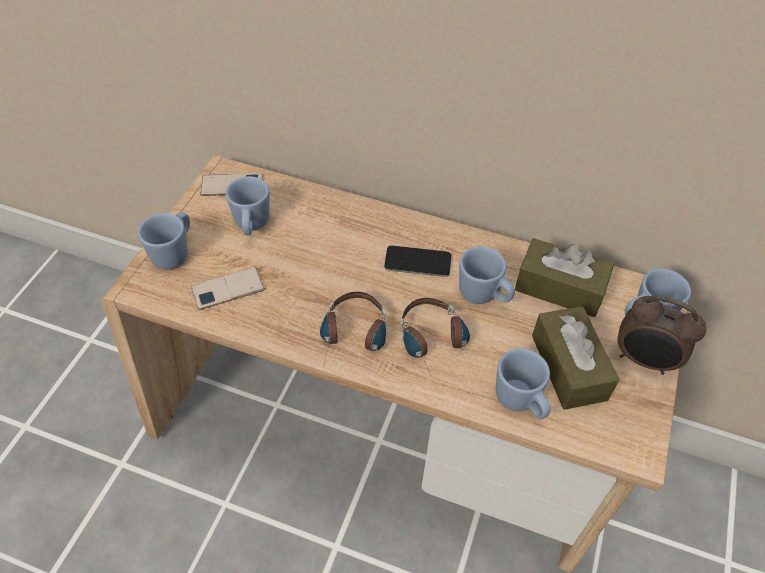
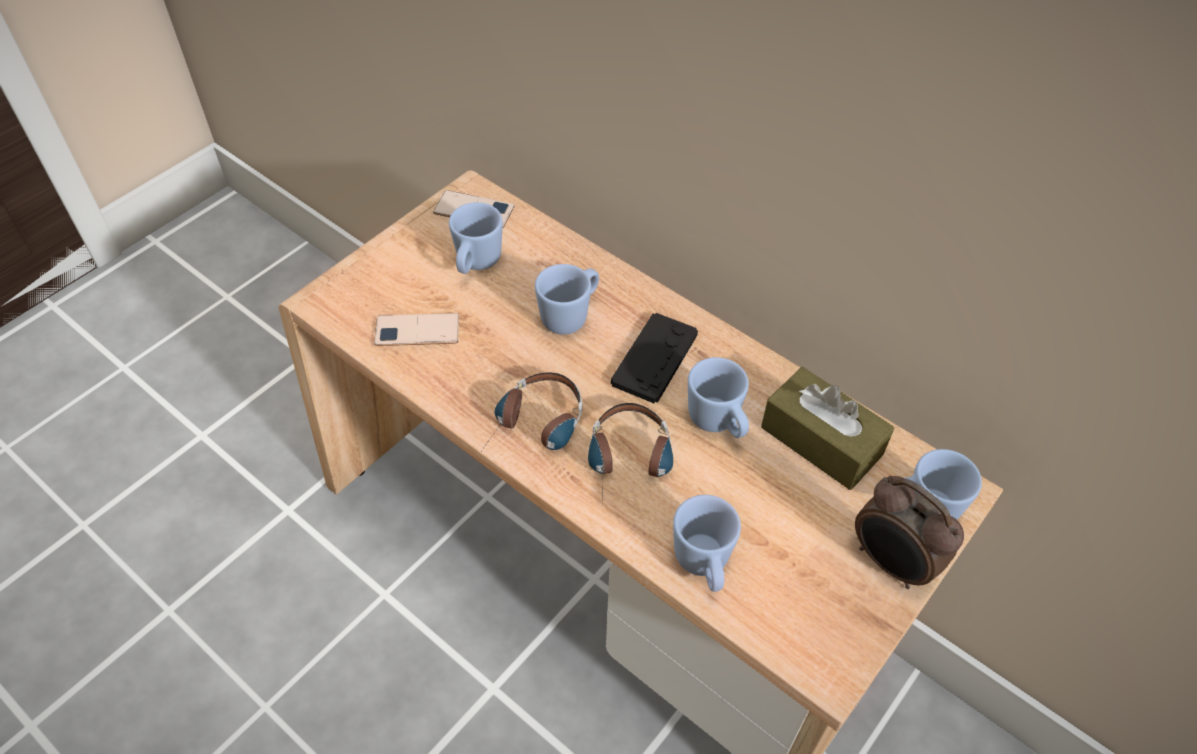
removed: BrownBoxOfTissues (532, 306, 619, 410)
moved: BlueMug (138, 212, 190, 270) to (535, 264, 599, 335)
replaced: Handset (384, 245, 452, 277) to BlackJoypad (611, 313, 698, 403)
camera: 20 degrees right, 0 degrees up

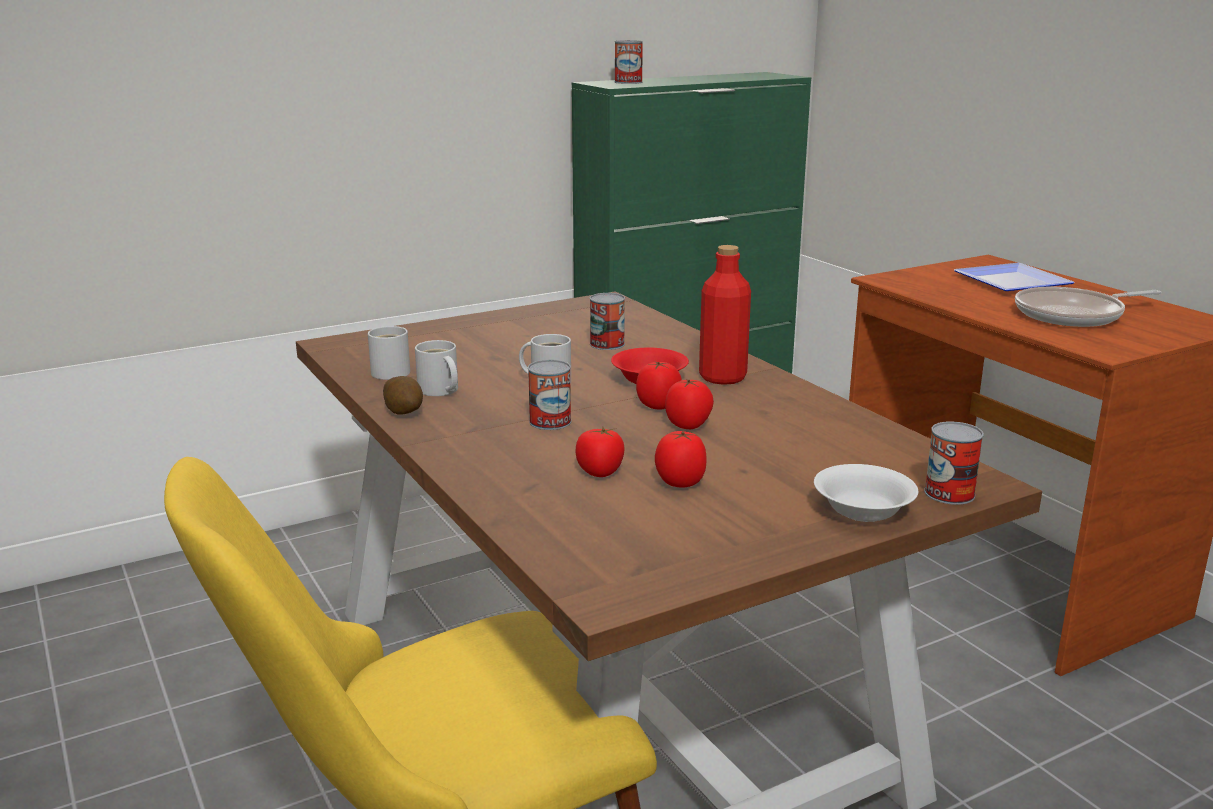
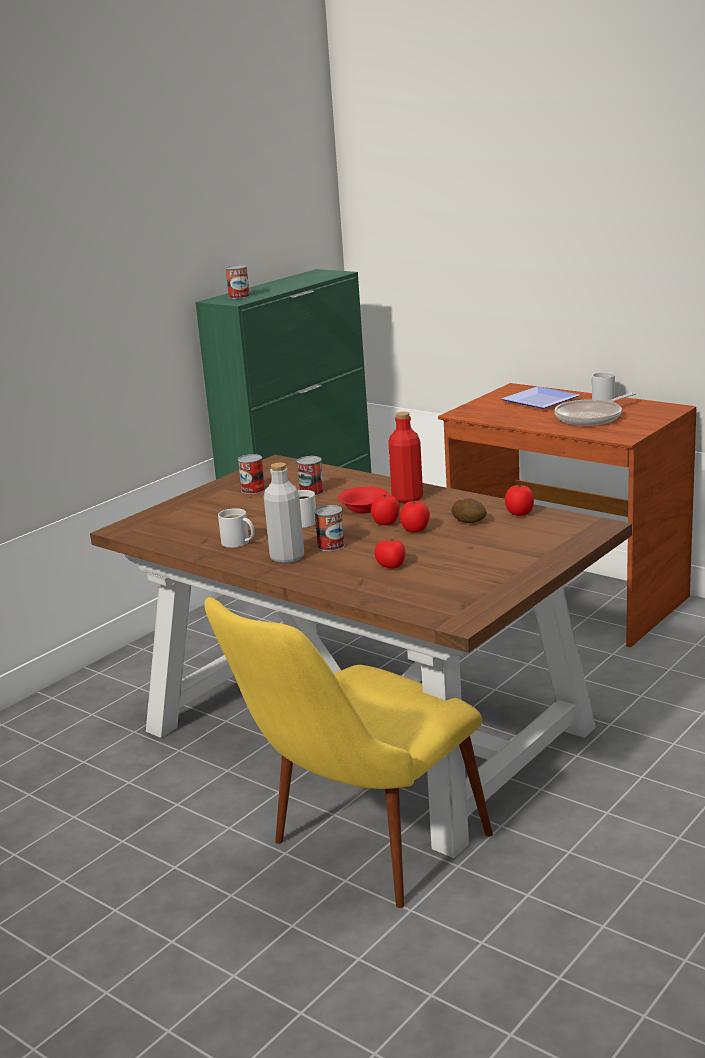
removed: WhitishBowl (814, 464, 918, 522)
added: GreyishBeverageBottle (264, 462, 304, 564)
moved: WhitishMug (368, 326, 410, 380) to (591, 372, 615, 401); Potato (383, 376, 423, 415) to (452, 498, 487, 523); FreshTomato (655, 431, 707, 488) to (505, 485, 534, 516); Can (924, 421, 984, 505) to (238, 454, 265, 494)
camera: 20 degrees left, 0 degrees up

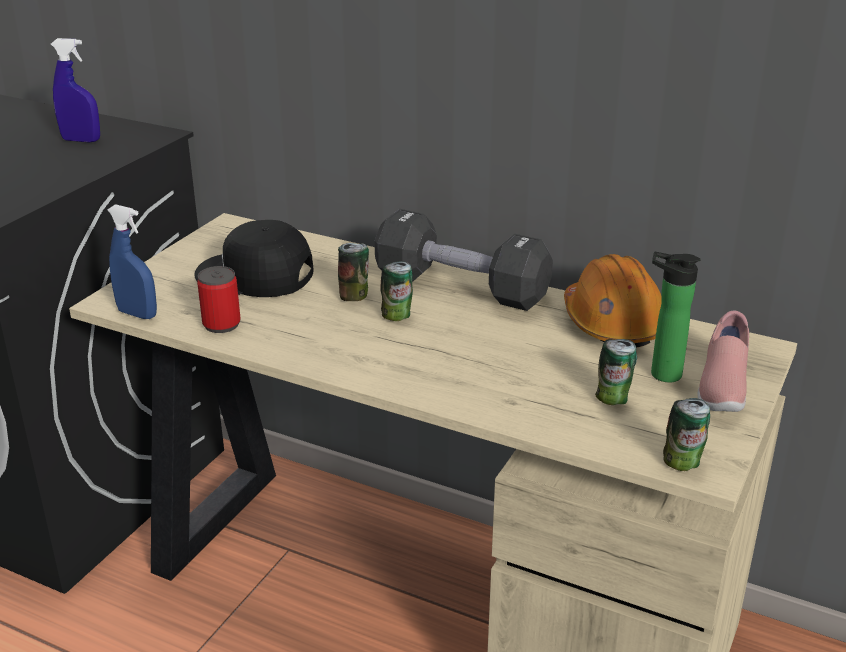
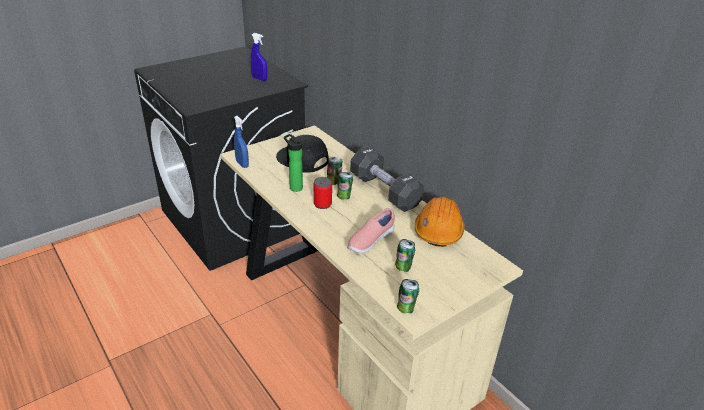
moved: Can (197, 266, 241, 333) to (314, 177, 332, 209); BeverageBottle (651, 252, 700, 382) to (284, 134, 303, 192); PinkColouredItemOfFootwear (698, 311, 749, 412) to (347, 208, 395, 253)
camera: 25 degrees right, 5 degrees up

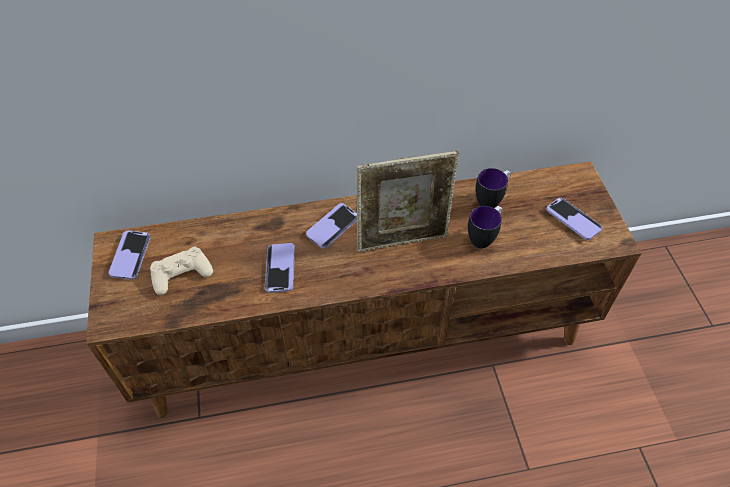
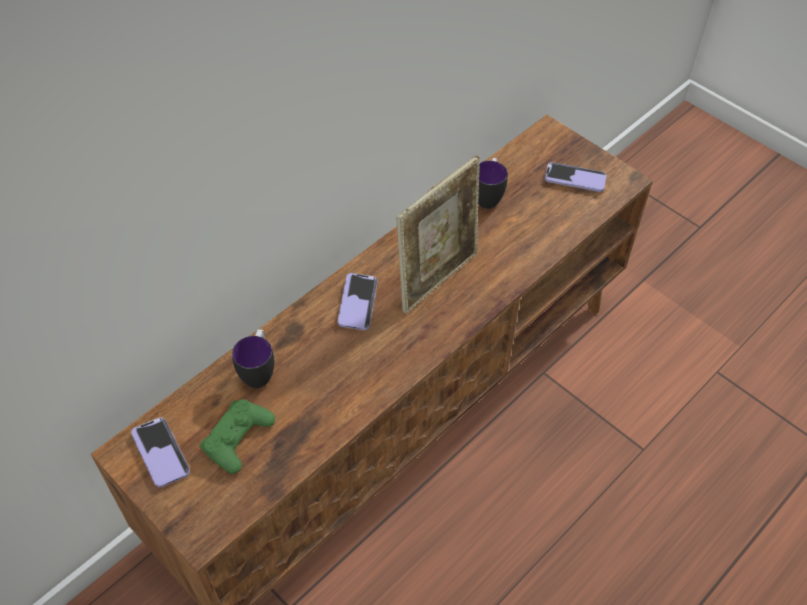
removed: Handset (265, 243, 295, 293)
moved: Mug (468, 206, 502, 248) to (232, 329, 274, 388)
recoloured: BeigeColouredJoypad (150, 246, 213, 295) to GreenishJoypad (199, 399, 275, 474)
camera: 35 degrees left, 0 degrees up

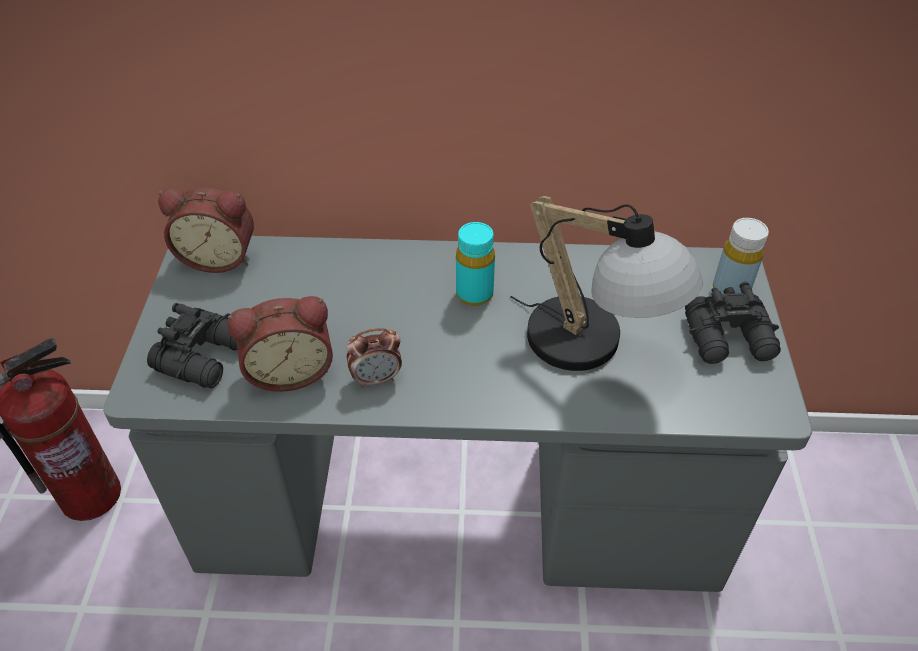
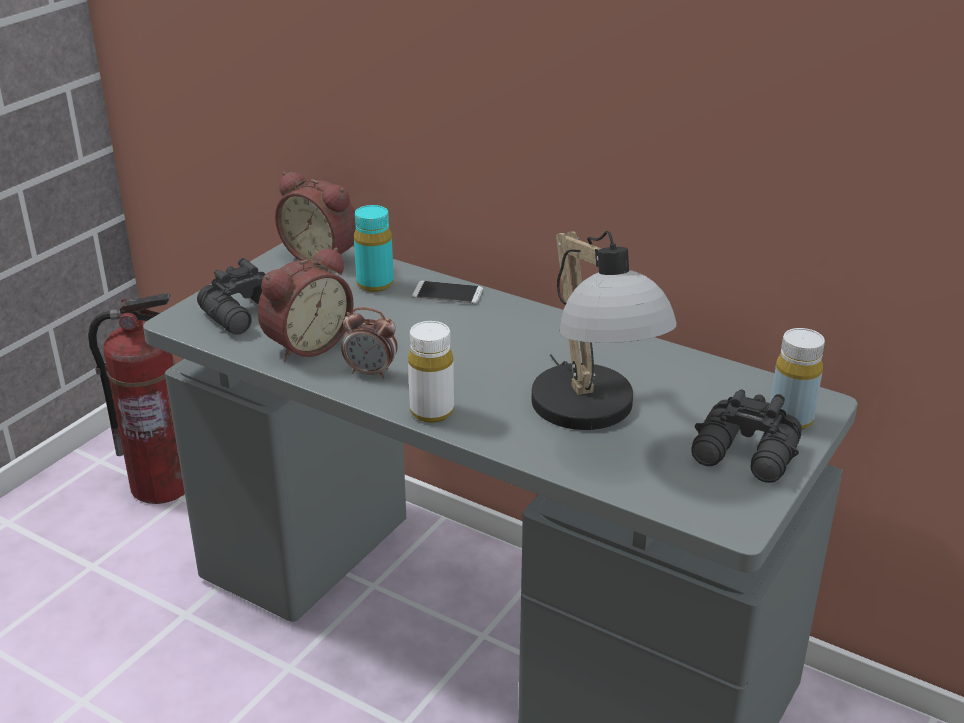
added: WhitishBeverageBottle (408, 321, 454, 423); Handset (412, 281, 483, 304)
moved: TurquoiseColouredBeverageBottle (456, 222, 495, 306) to (354, 205, 394, 292)
turned: AlarmClock (227, 296, 333, 392) = (258, 248, 354, 362) 60 degrees counterclockwise
camera: 30 degrees right, 15 degrees down

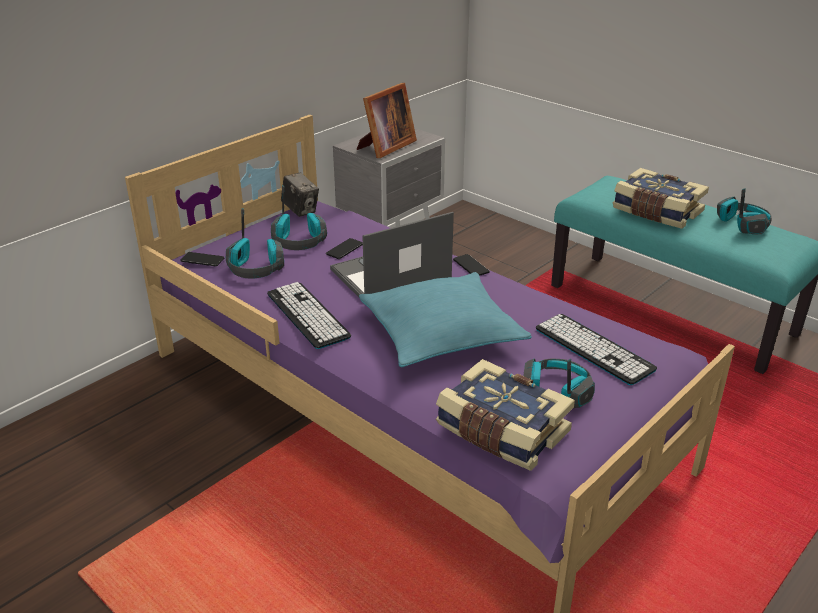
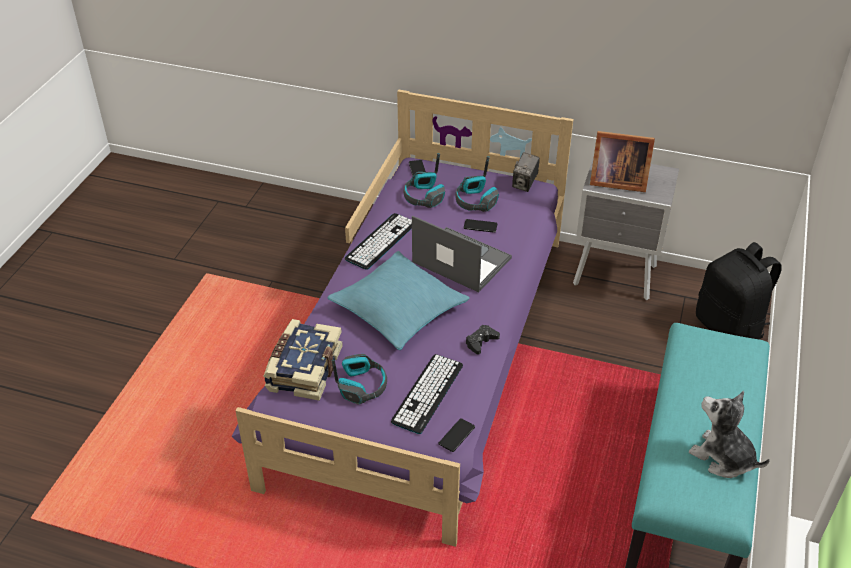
removed: Volume (613, 168, 709, 229)
added: BlackJoypad (466, 325, 500, 354); BlackBackpack (696, 242, 782, 340)
moved: Handset (453, 254, 490, 276) to (439, 418, 475, 452)
replaced: Headset (717, 188, 772, 235) to PlushToy (689, 391, 770, 478)
camera: 65 degrees right, 10 degrees up

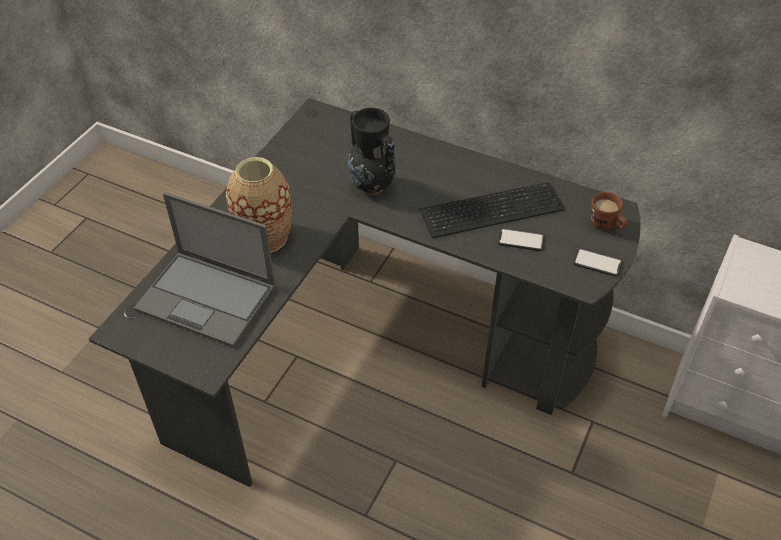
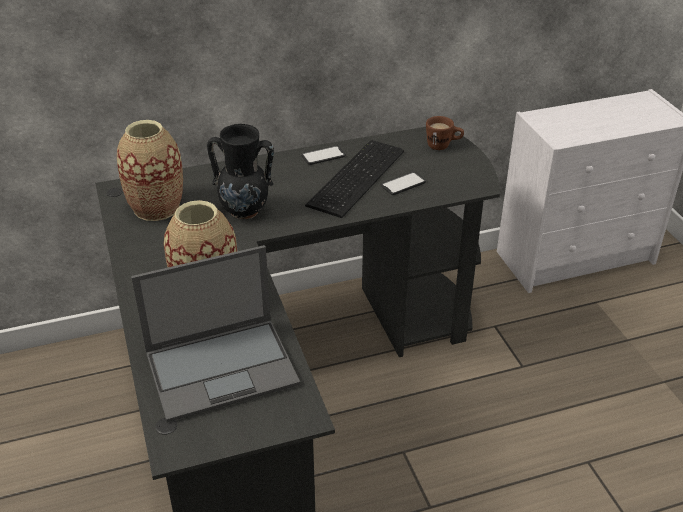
added: DecorativeVase (117, 120, 183, 221)
moved: Handset (573, 248, 623, 276) to (301, 146, 346, 165)
camera: 45 degrees left, 10 degrees down

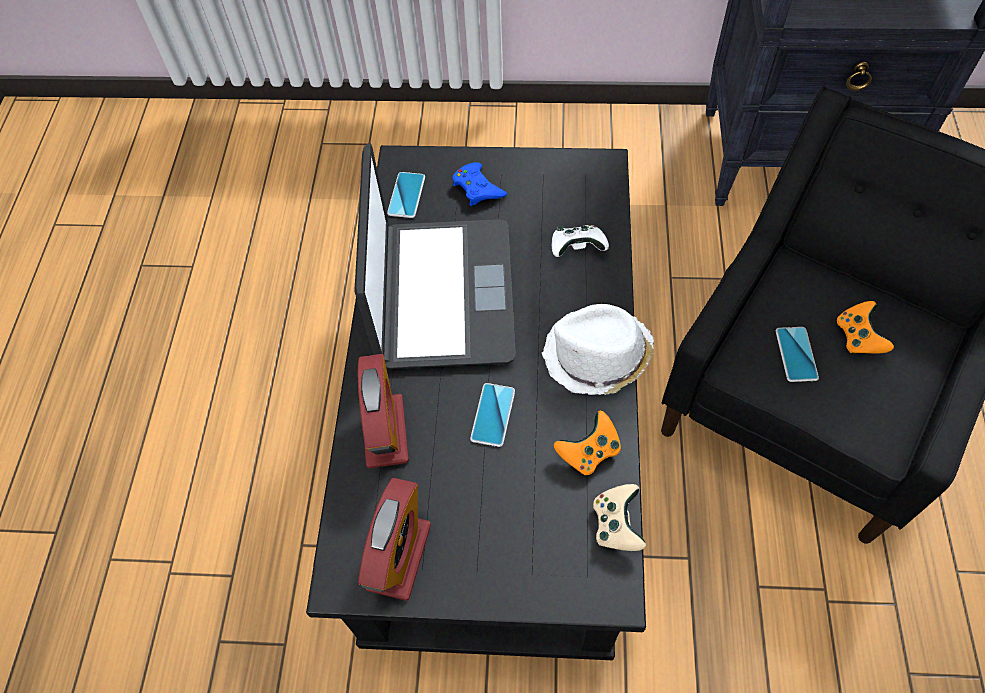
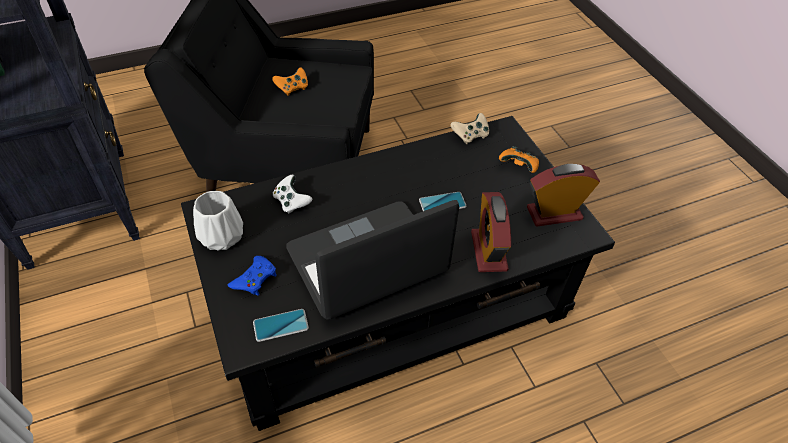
removed: WhitishWearableHat (542, 304, 654, 395); Handset (776, 327, 819, 382)
added: WhitishDecorativeVase (193, 191, 243, 251)
moved: OrangeyJoypad (554, 411, 621, 475) to (499, 146, 539, 173)
turned: AlarmClock (358, 354, 409, 468) = (471, 192, 511, 272) 60 degrees counterclockwise
camera: 120 degrees left, 10 degrees down

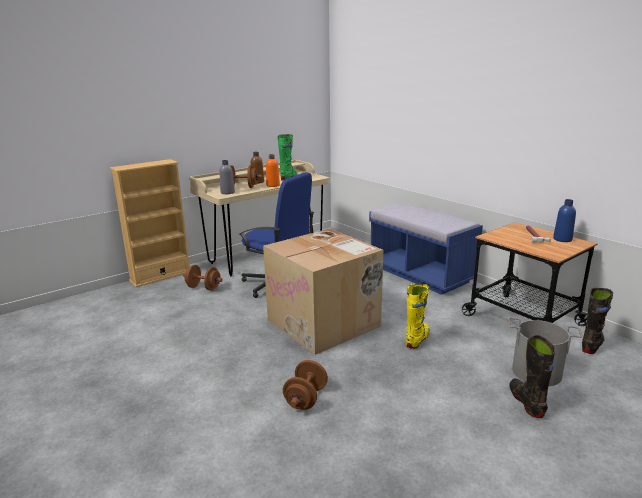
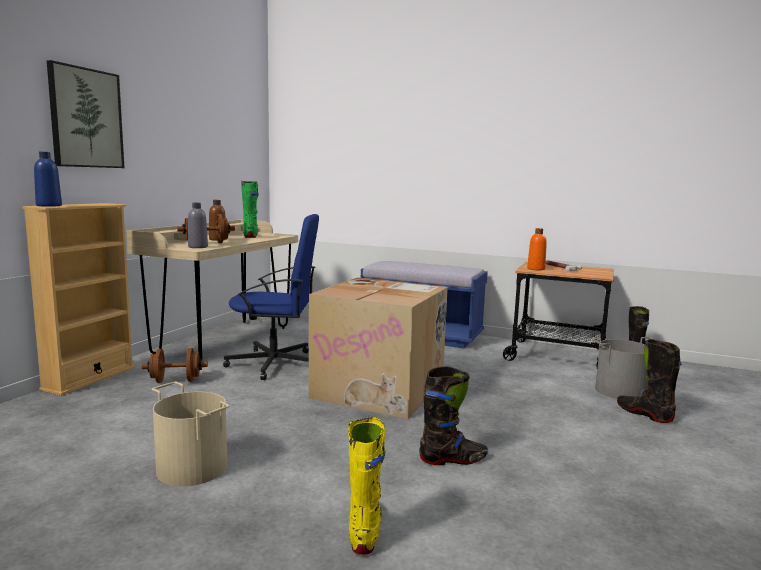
added: WallArt (47, 60, 124, 168); BeigeColouredBucket (152, 382, 229, 486)
moved: OrangeyBeverageBottle (266, 154, 280, 187) to (527, 228, 547, 270); YellowColouredBoot (406, 284, 429, 349) to (348, 417, 386, 555); BlueBeverageBottle (553, 199, 576, 242) to (34, 152, 62, 207)
replaced: BrownFreeWeight (283, 360, 328, 410) to BlackBoot (419, 366, 488, 465)
camera: 30 degrees left, 10 degrees down

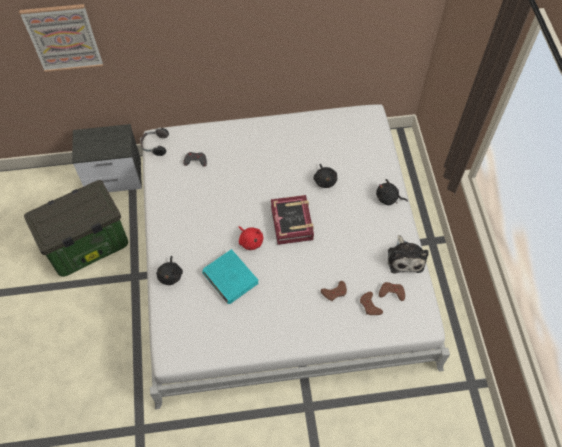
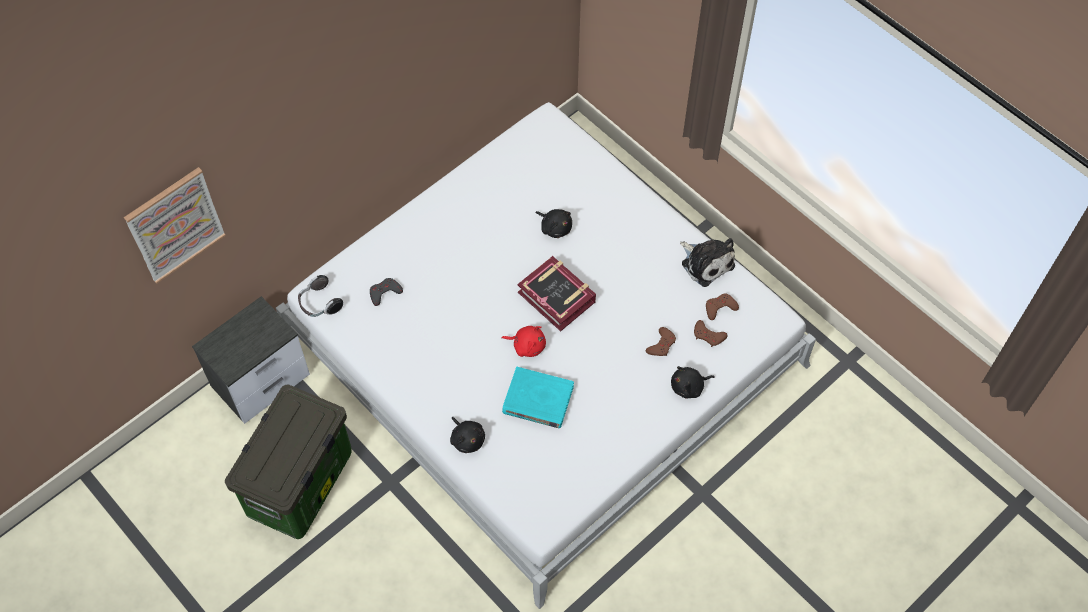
moved: BlackPlushToy (376, 179, 408, 205) to (671, 366, 715, 398)
camera: 35 degrees left, 0 degrees up

